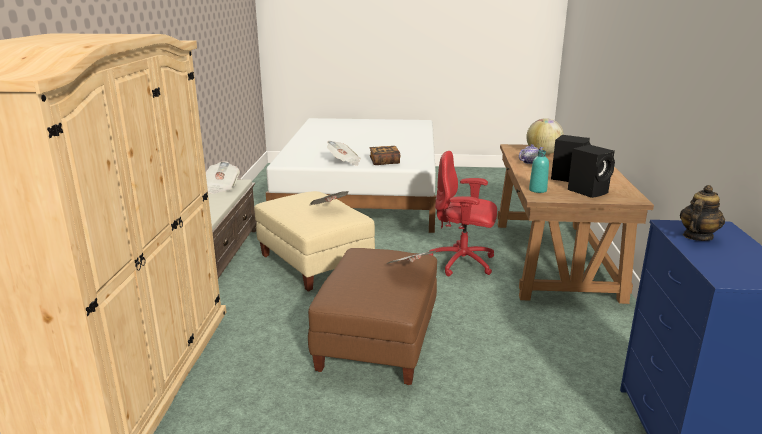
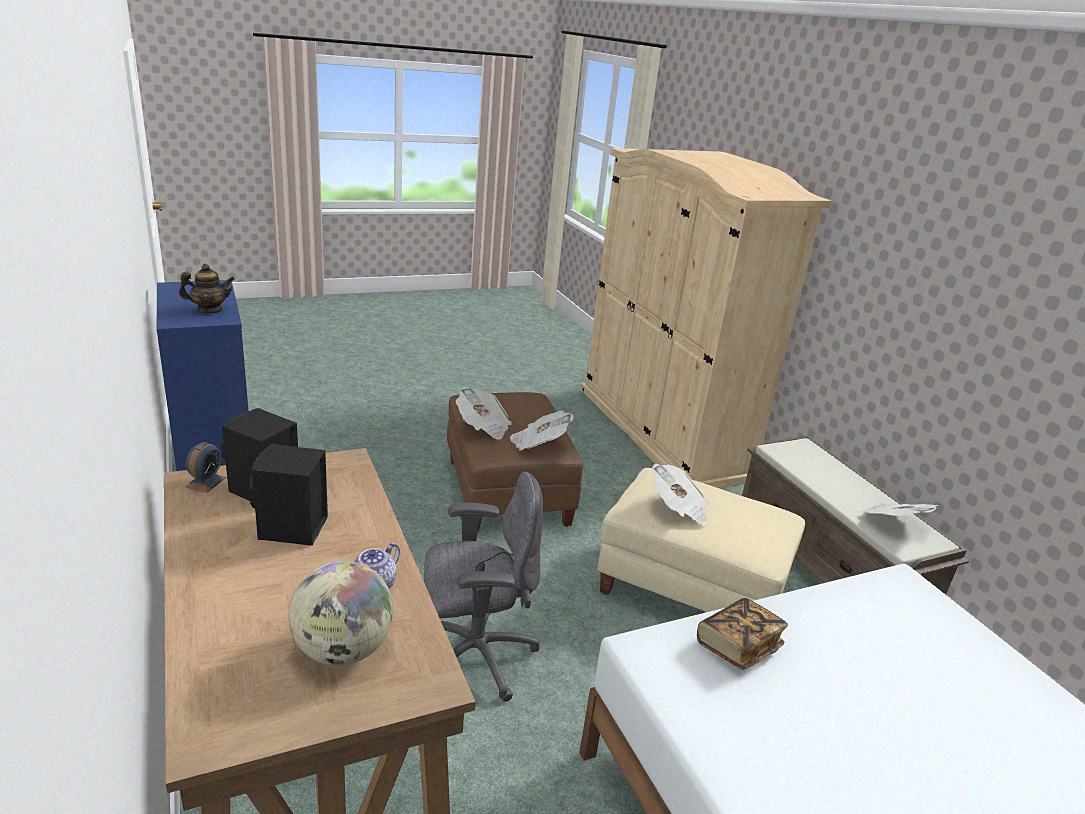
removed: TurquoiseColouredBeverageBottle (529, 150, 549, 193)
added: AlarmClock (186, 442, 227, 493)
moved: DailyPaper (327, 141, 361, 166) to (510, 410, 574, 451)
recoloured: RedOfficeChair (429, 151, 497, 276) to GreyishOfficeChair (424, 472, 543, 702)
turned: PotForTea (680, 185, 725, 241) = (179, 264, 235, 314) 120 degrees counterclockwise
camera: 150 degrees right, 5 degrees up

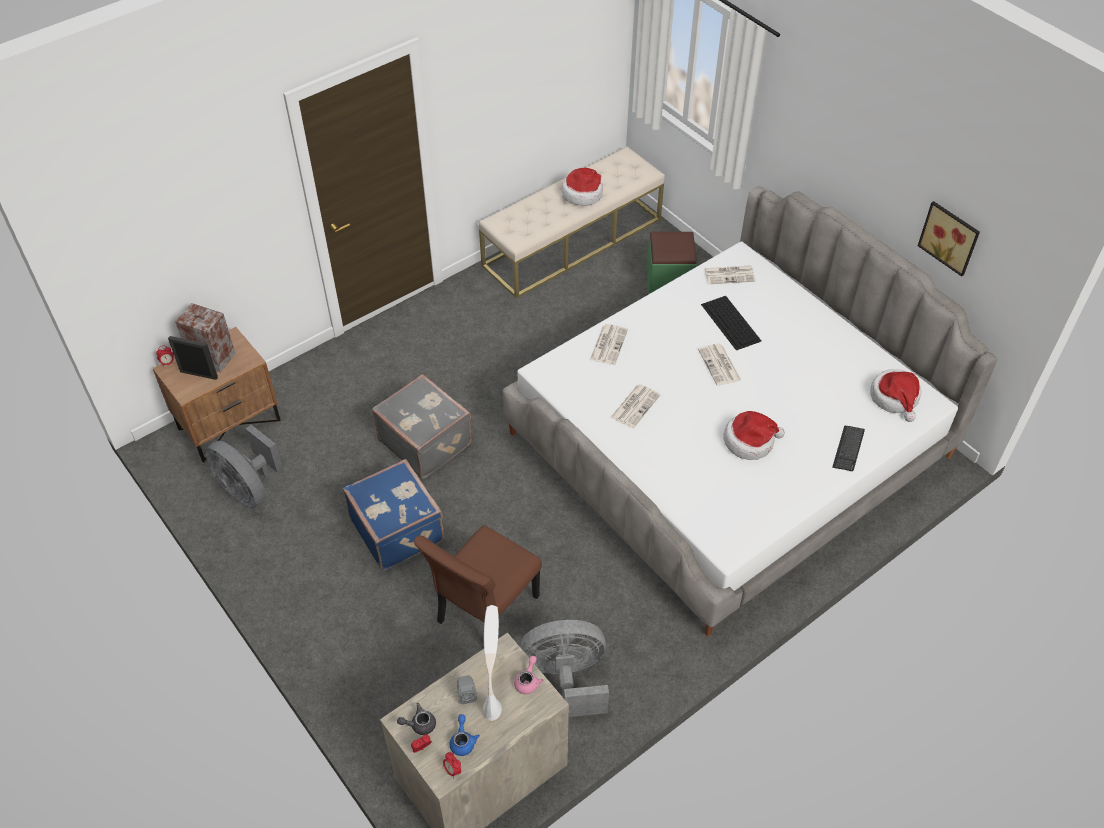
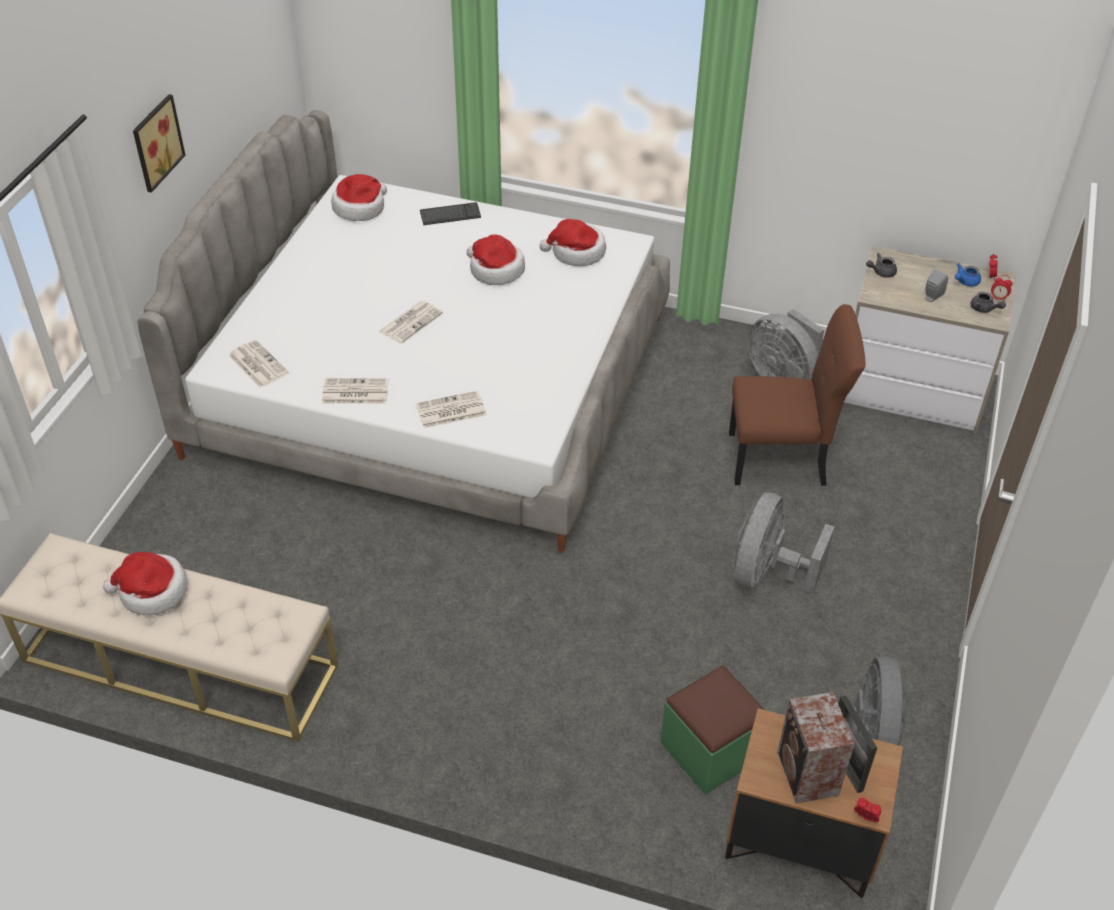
removed: GreyishPieceOfLuggage (372, 374, 472, 479); WhitishTabletopLamp (483, 605, 502, 721); Keyboard (701, 296, 761, 351)
added: WearableHat (539, 219, 606, 266)
moved: DailyPaper (610, 384, 661, 428) to (322, 378, 389, 404); GreenishOttoman (647, 232, 697, 294) to (660, 666, 765, 794); WallArt (918, 201, 980, 277) to (133, 94, 185, 193)
replaced: BluePieceOfLuggage (343, 459, 444, 570) to GreyishCoolingFan (733, 493, 835, 594)
recoloured: PinkColouredPotForTea (514, 656, 544, 694) to GreyishPotForTea (866, 253, 897, 278)
camera: 125 degrees left, 5 degrees down

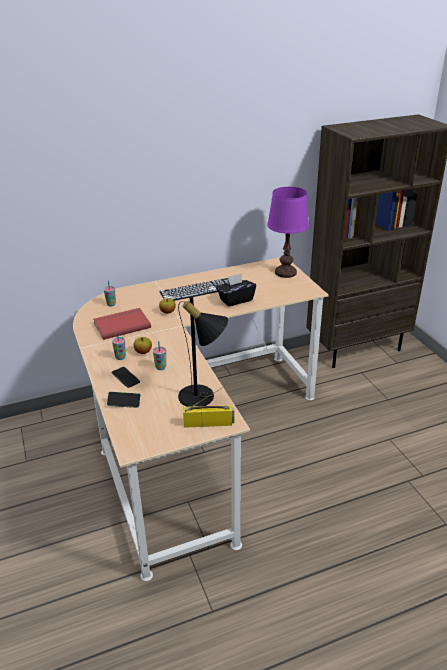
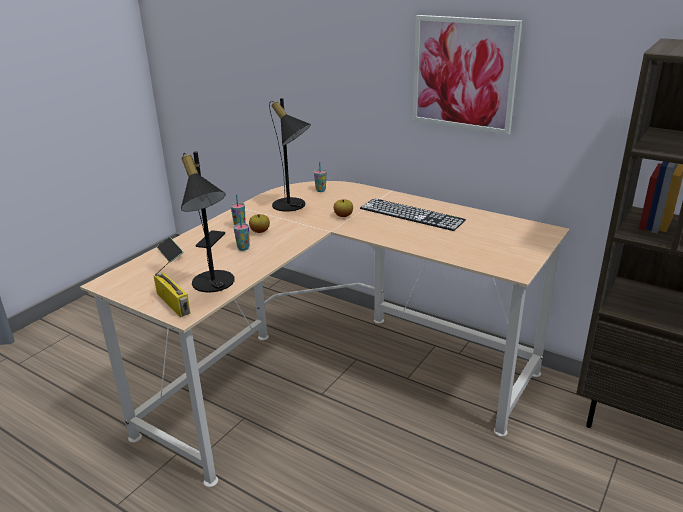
removed: BlackBoxOfTissues (217, 273, 256, 307); PurpleColouredTabletopLamp (267, 187, 309, 278)
added: WallArt (413, 15, 522, 135)
replaced: RedVolume (93, 308, 151, 340) to BlackTabletopLamp (269, 98, 311, 212)
camera: 55 degrees right, 5 degrees down

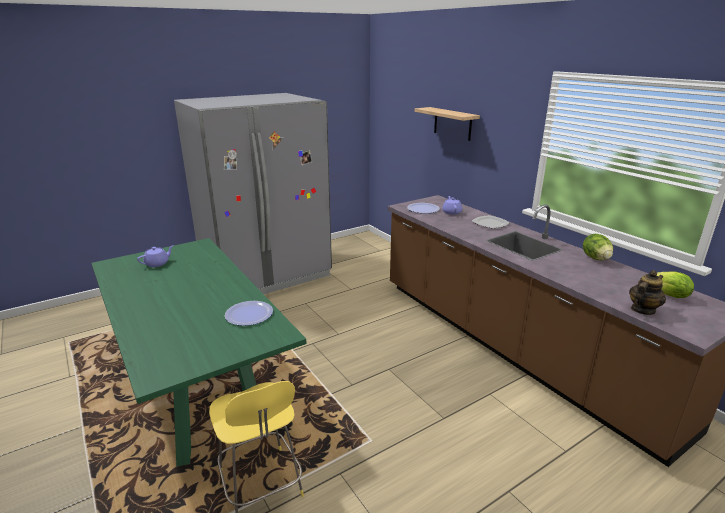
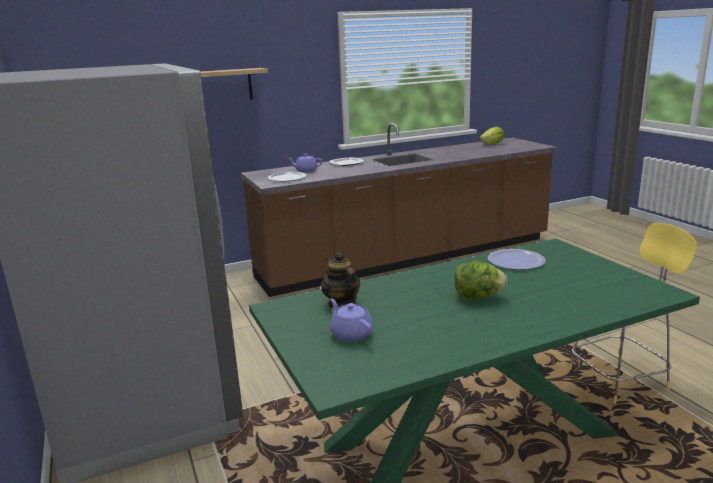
moved: LettuceHead (583, 234, 613, 260) to (454, 261, 507, 300); PotForTea (629, 270, 666, 315) to (321, 252, 360, 309)
camera: 80 degrees left, 5 degrees down

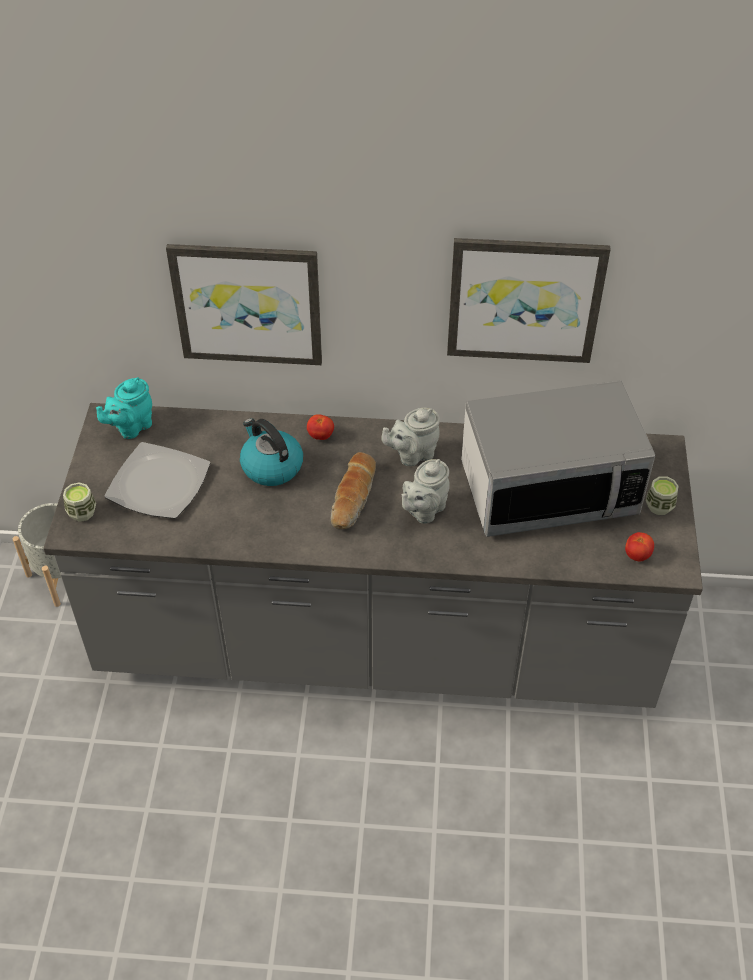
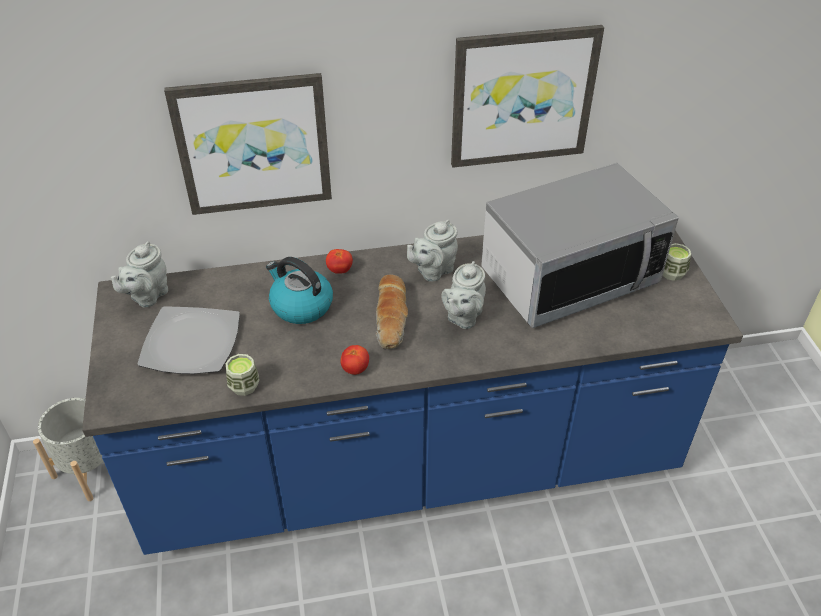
moved: SmallCup (63, 482, 96, 522) to (226, 354, 259, 396); FreshTomato (625, 532, 654, 561) to (340, 345, 369, 375)
recoloured: GreyishKitchenCounter (43, 403, 703, 708) to BlueKitchenCounter (82, 230, 743, 555); TurquoiseColouredPotForTea (96, 377, 152, 439) to GreyishPotForTea (111, 241, 168, 308)
camera: 15 degrees left, 5 degrees down

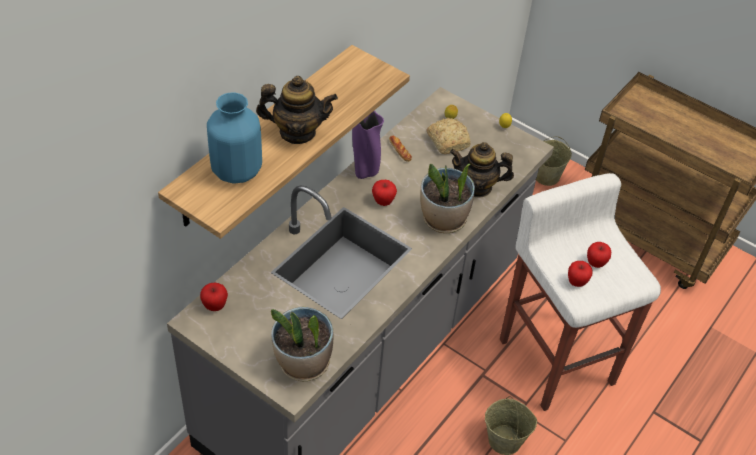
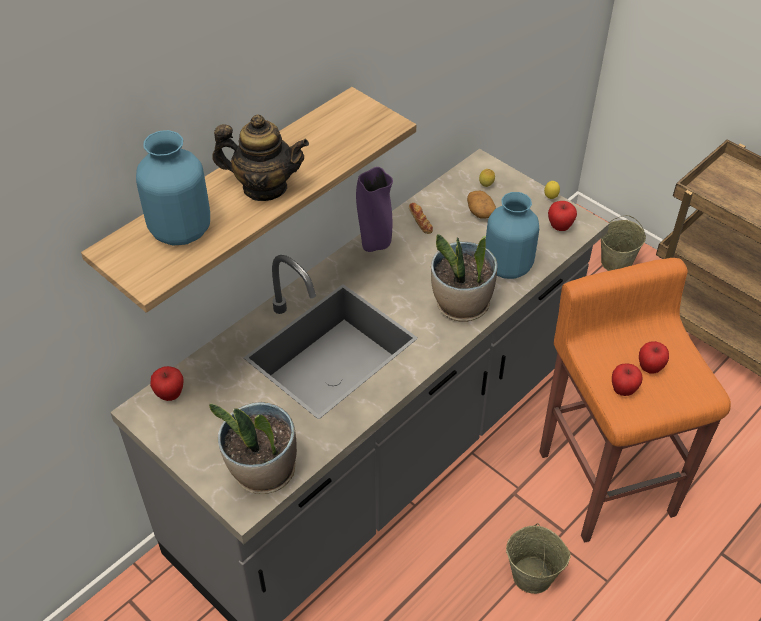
moved: AppleFruit (372, 180, 397, 206) to (548, 201, 577, 231)
replaced: BakedBread (426, 118, 471, 154) to Potato (467, 191, 496, 219); PotForTea (450, 142, 514, 198) to BlueDecorativeVase (485, 192, 539, 279)
recoloured: WhitishStool (500, 173, 661, 411) to OrangeyStool (539, 258, 731, 543)
camera: 10 degrees right, 0 degrees up

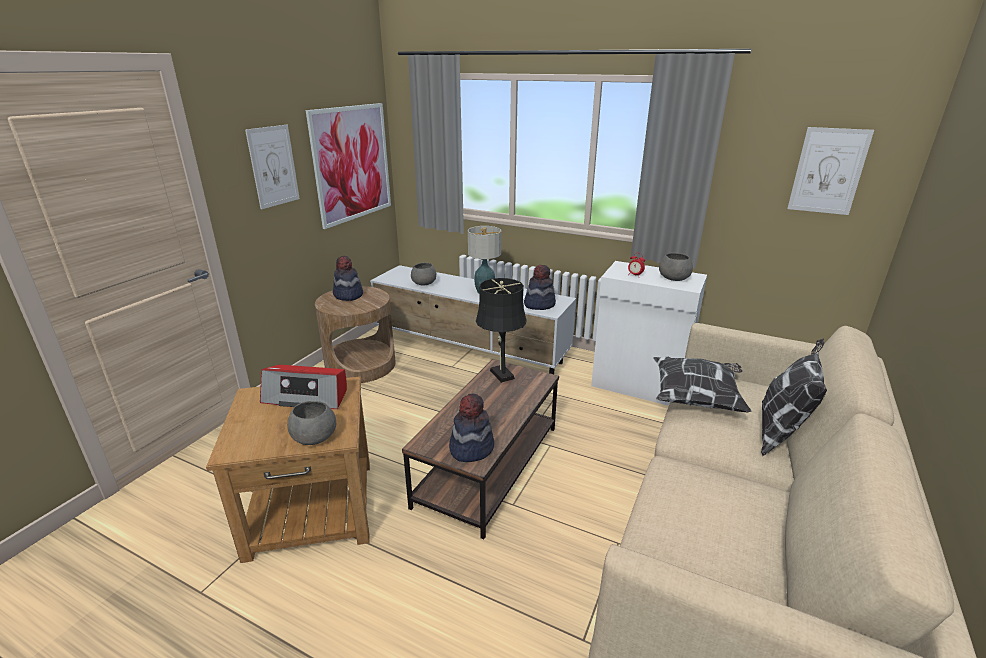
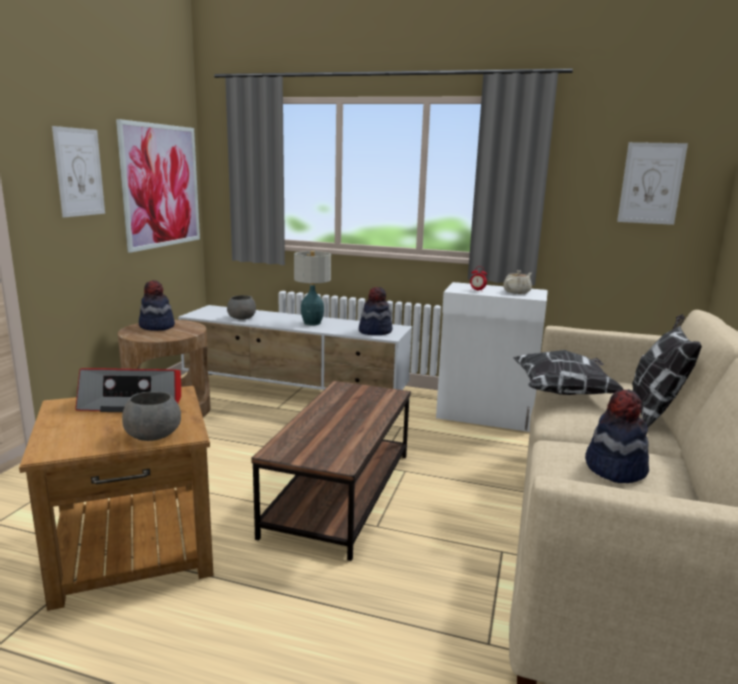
removed: BlackTabletopLamp (476, 278, 527, 383)
moved: WearableHat (449, 394, 494, 462) to (585, 389, 649, 483)
replaced: GreyishBowl (659, 253, 693, 281) to BeigeColouredPotForTea (503, 270, 532, 294)
camera: 10 degrees left, 10 degrees down

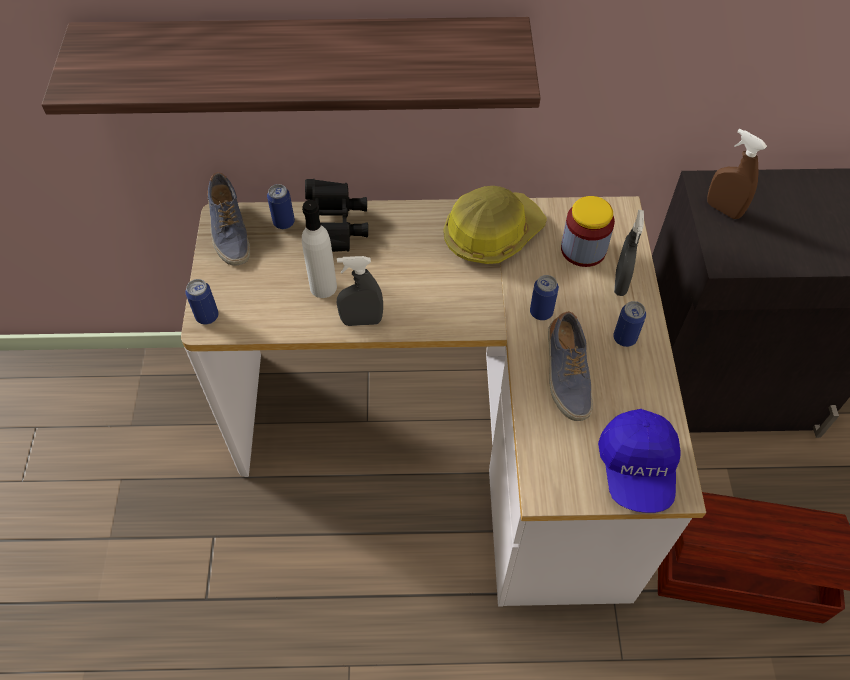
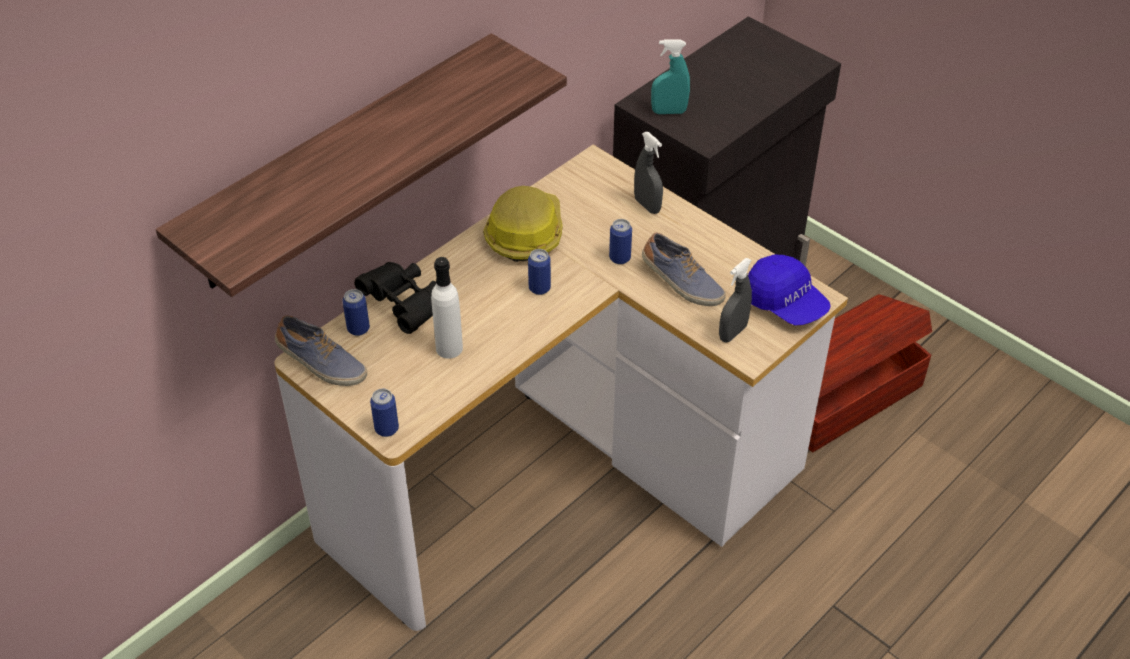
removed: Jar (561, 196, 615, 267)
moved: GreyishHandSprayer (337, 256, 383, 326) to (719, 258, 752, 342); Can (613, 301, 646, 347) to (528, 249, 551, 295)
recoloured: BrownHandSprayer (707, 128, 767, 219) to TurquoiseColouredHandSprayer (651, 39, 690, 114)
camera: 45 degrees left, 10 degrees down

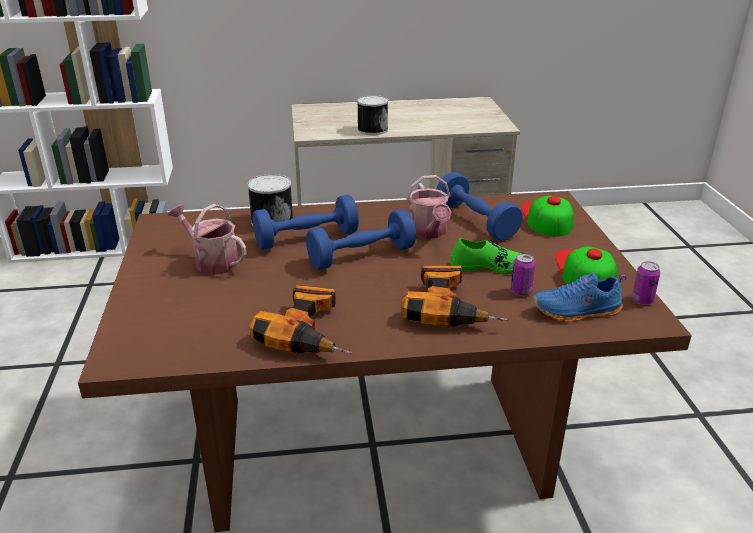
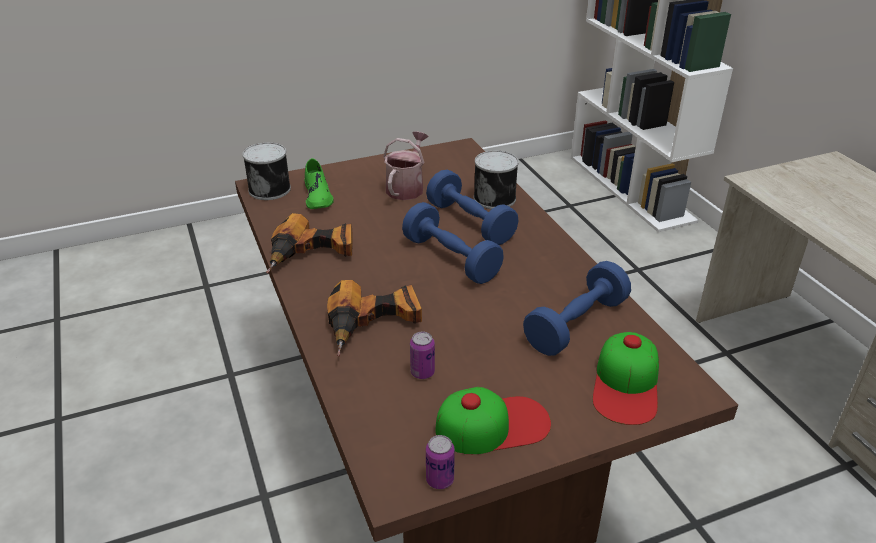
removed: SprinklingCan (406, 175, 451, 239); BlueItemOfFootwear (533, 272, 626, 322)
moved: Can (357, 95, 388, 135) to (243, 142, 291, 200); GreenishItemOfFootwear (450, 238, 522, 274) to (305, 158, 334, 209)
turned: Cap (521, 195, 574, 237) = (593, 332, 659, 425) 120 degrees clockwise
camera: 75 degrees right, 5 degrees up

